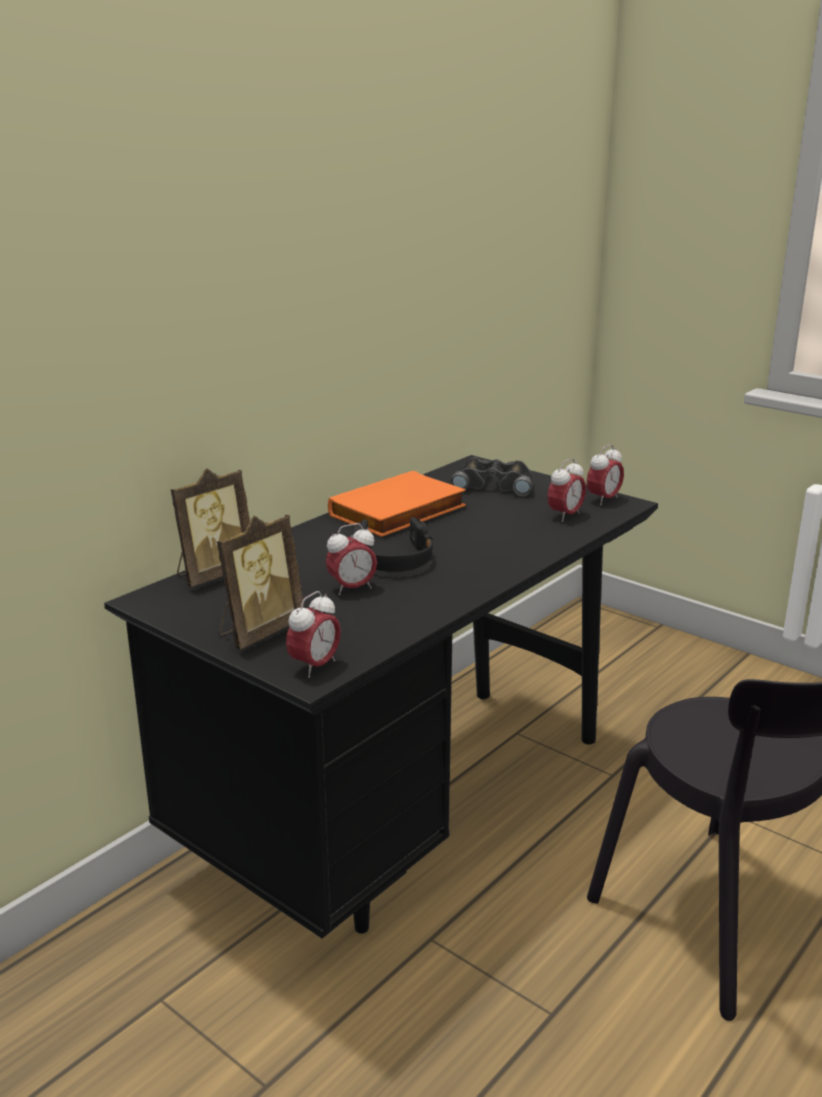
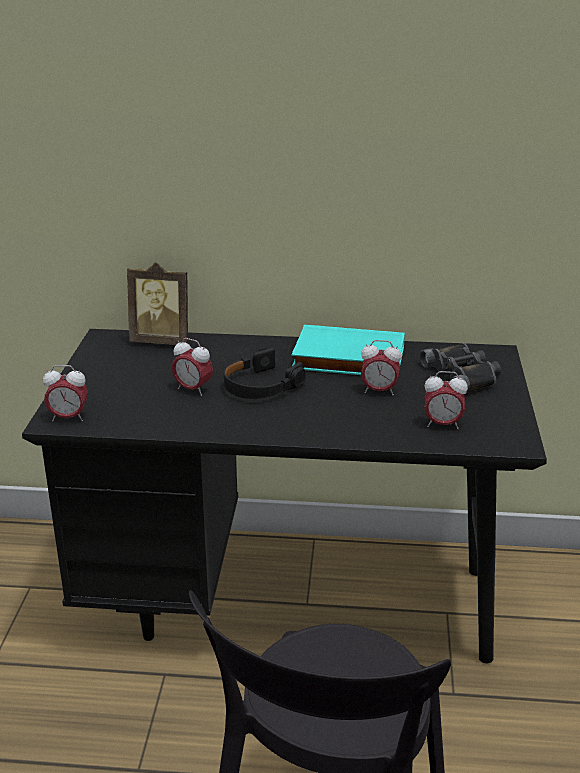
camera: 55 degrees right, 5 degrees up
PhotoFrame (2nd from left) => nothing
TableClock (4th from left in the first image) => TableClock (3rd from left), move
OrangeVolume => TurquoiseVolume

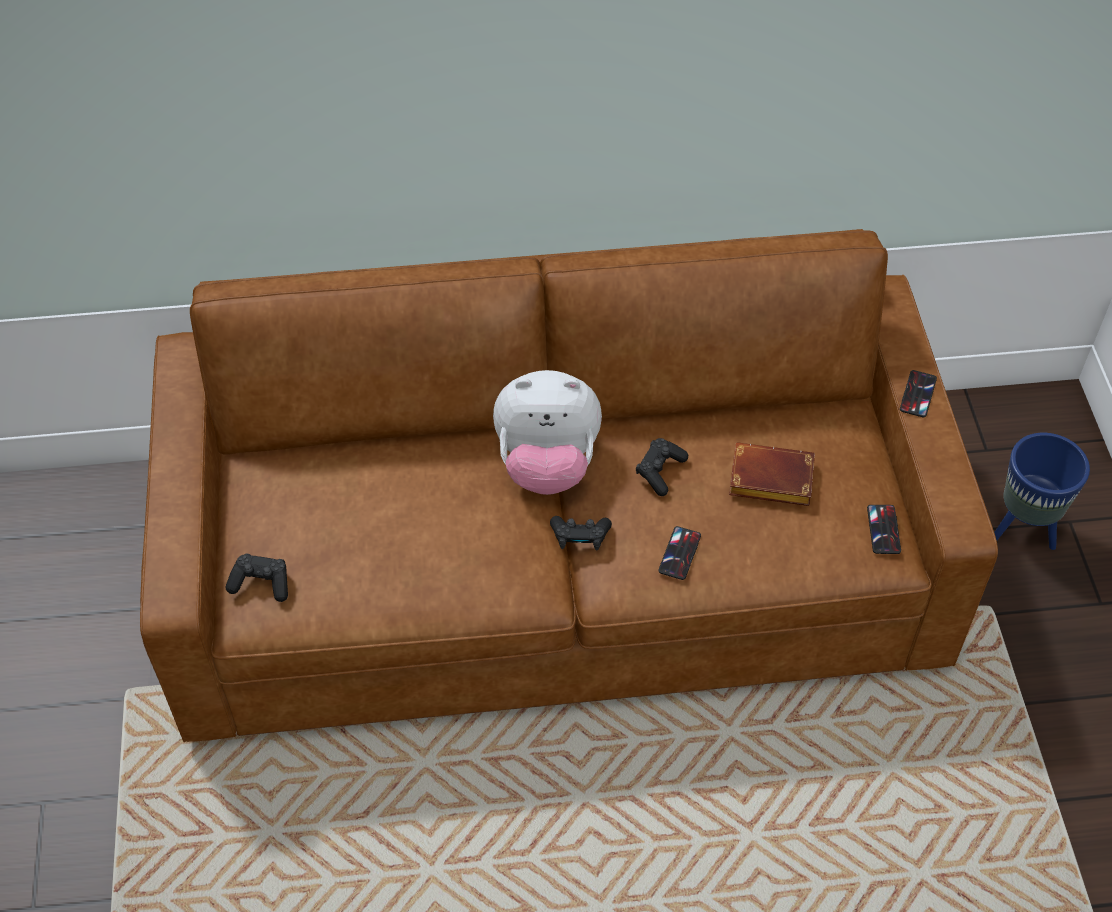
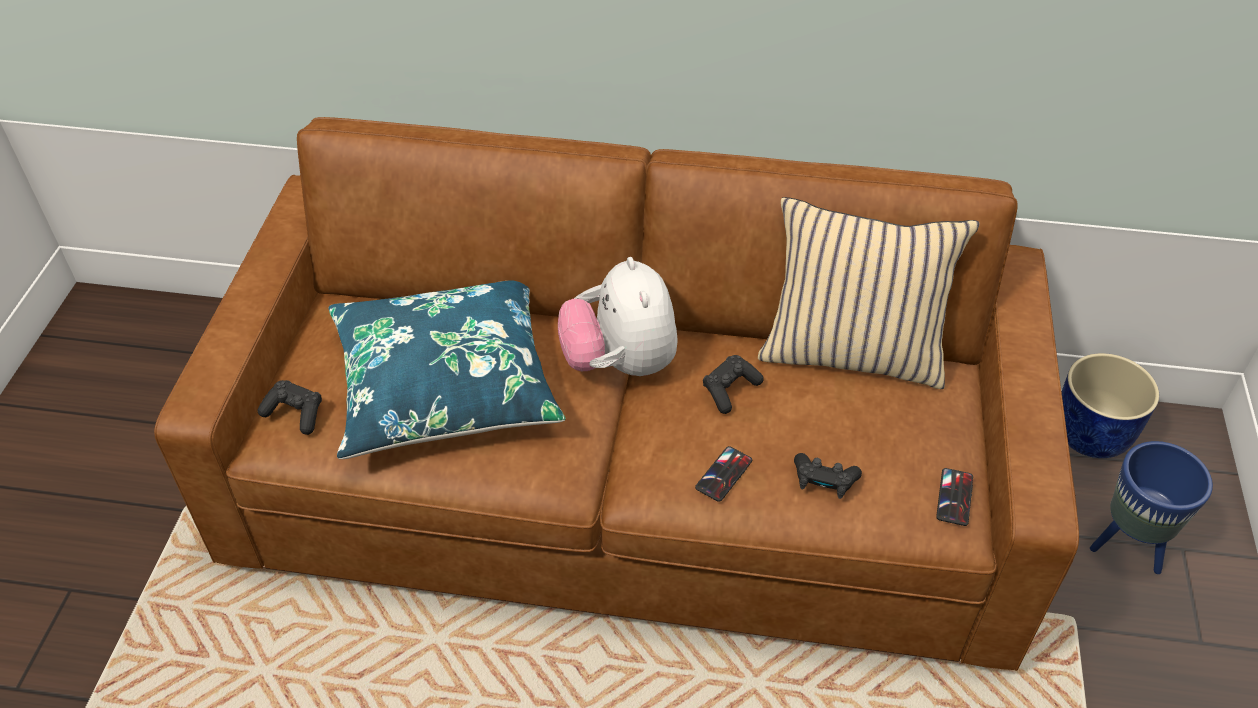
camera: 15 degrees right, 5 degrees down
BrownishVolume => nothing
Phone (3rd from left) => nothing
nothing => BlueCushion
nothing => BeigeColouredCushion
nothing => BluePlanter (1st from left)
BlackGameController (2nd from left in the first image) => BlackGameController (3rd from left), move
CuddlyToy, 60 degrees clockwise

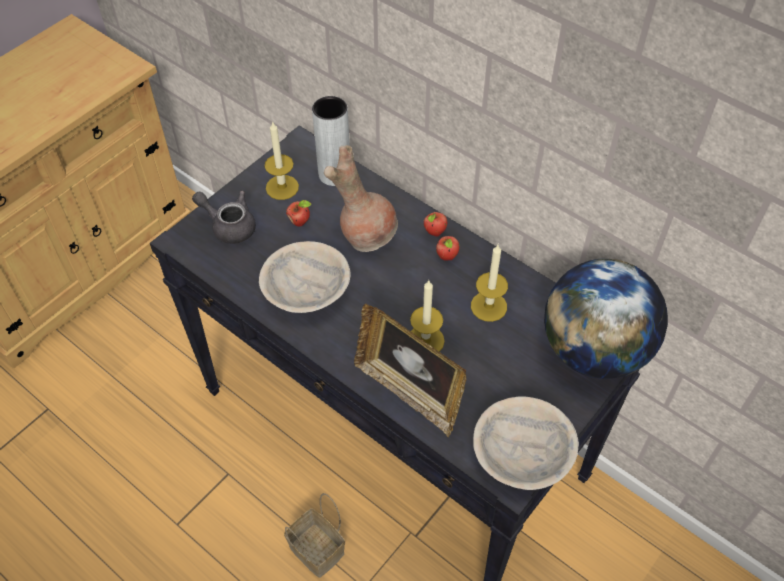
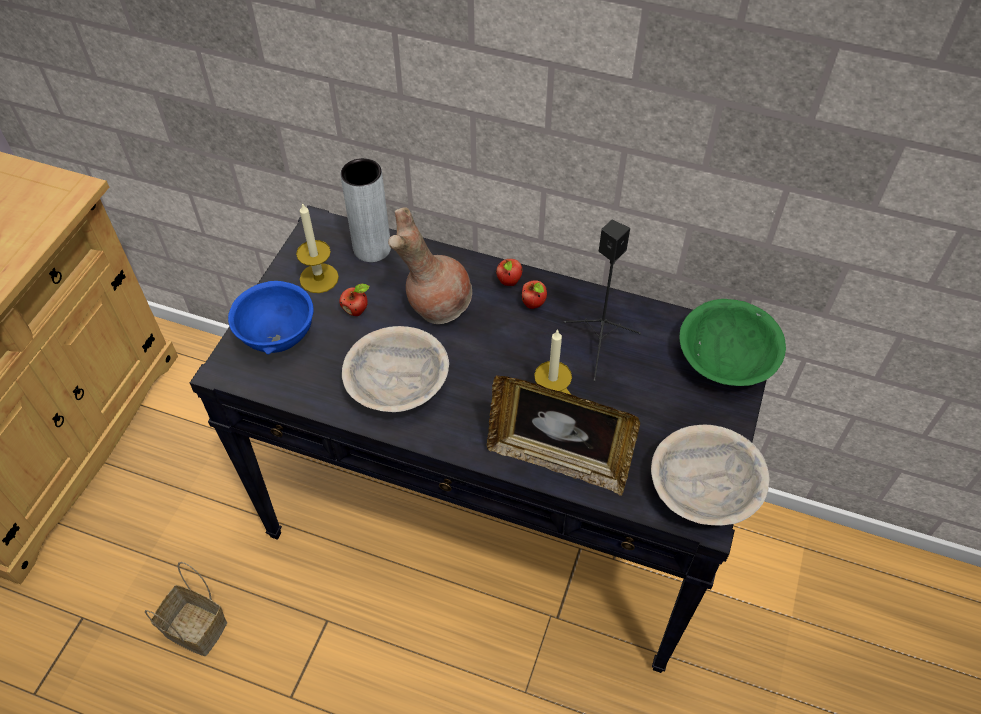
camera: 20 degrees left, 0 degrees up
Basket, move
GreyTeaPot => BlueBowl
WaxCandle (3rd from left) => BlackLoudspeaker
Globe => GreenishBowl

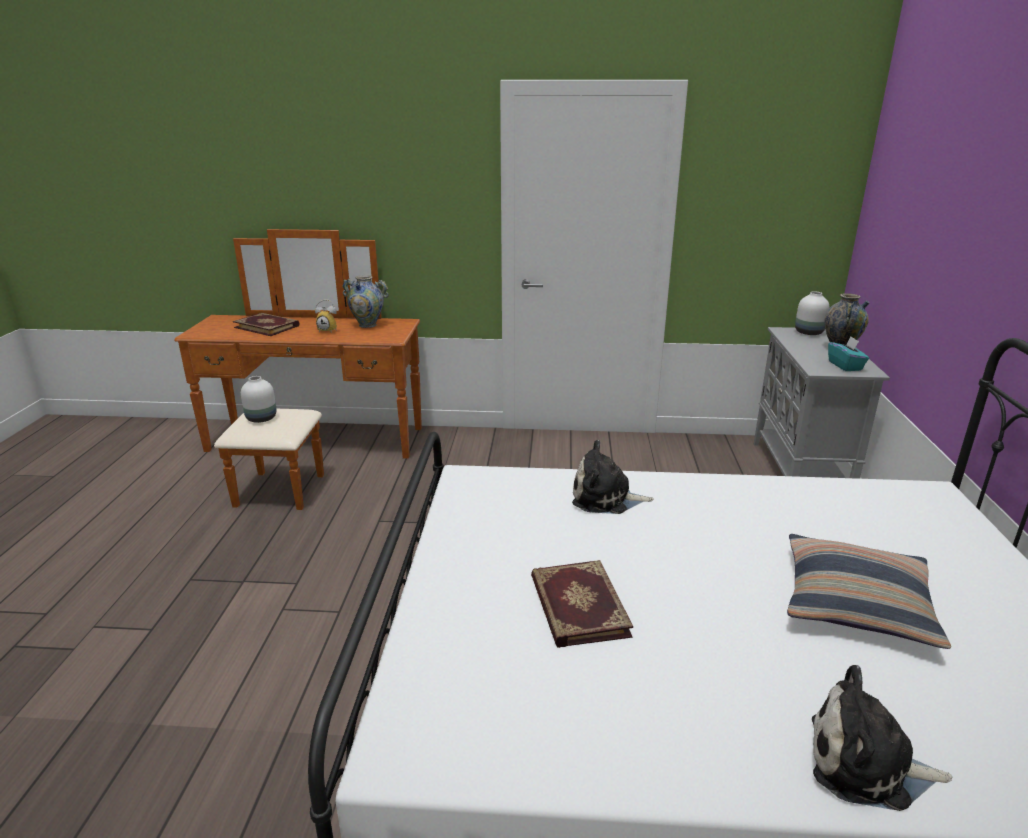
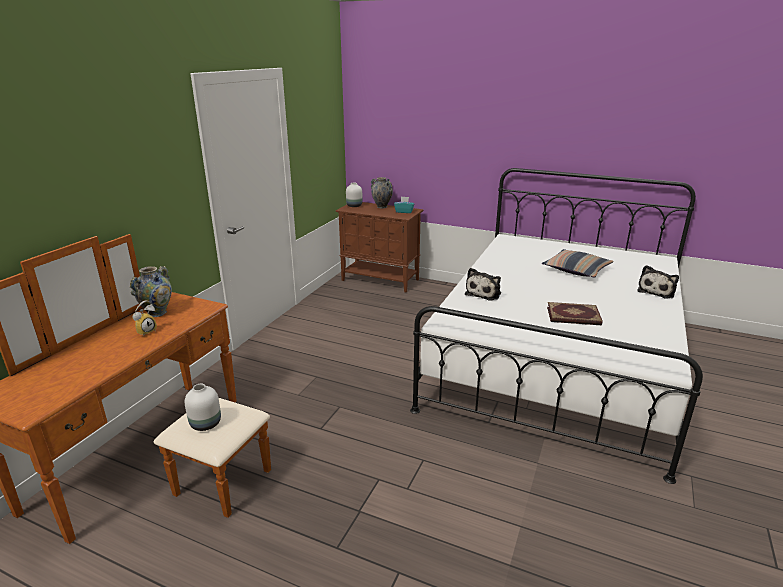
camera: 70 degrees left, 0 degrees up
Volume (1st from left) => nothing
GreyCupboard => BrownishCupboard

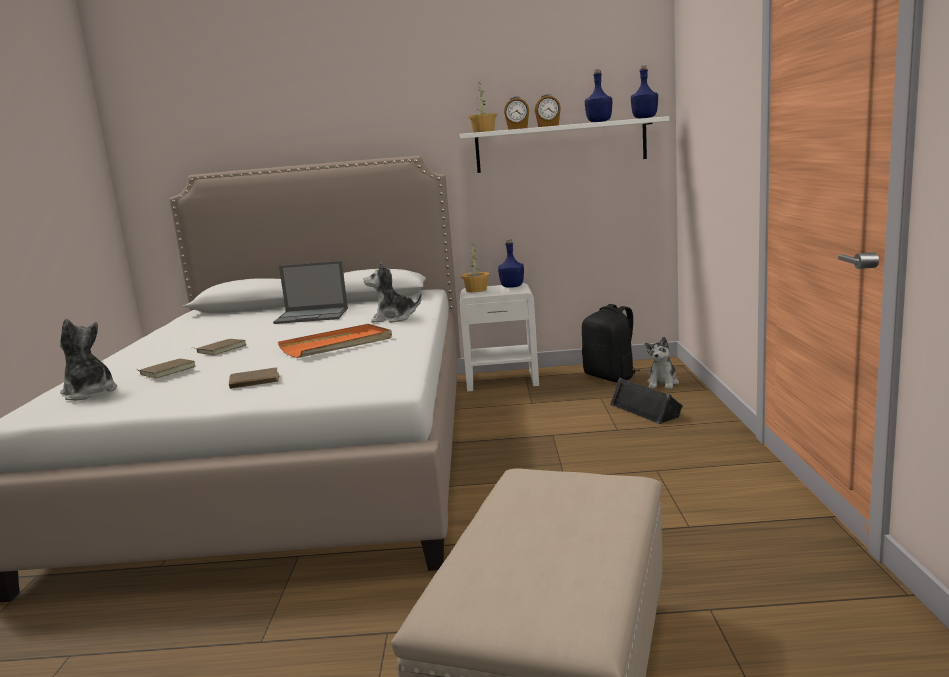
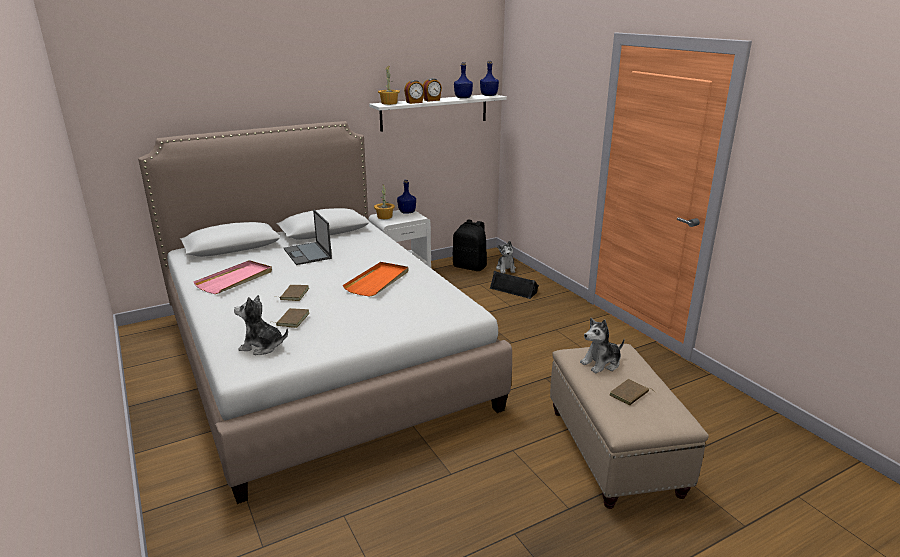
camera: 30 degrees left, 10 degrees up
nothing => PinkColouredCarryingTray
BrownishVolume (3rd from left), move
CuddlyToy (2nd from left in the first image) => CuddlyToy (3rd from left), move
PortableComputer, 90 degrees clockwise

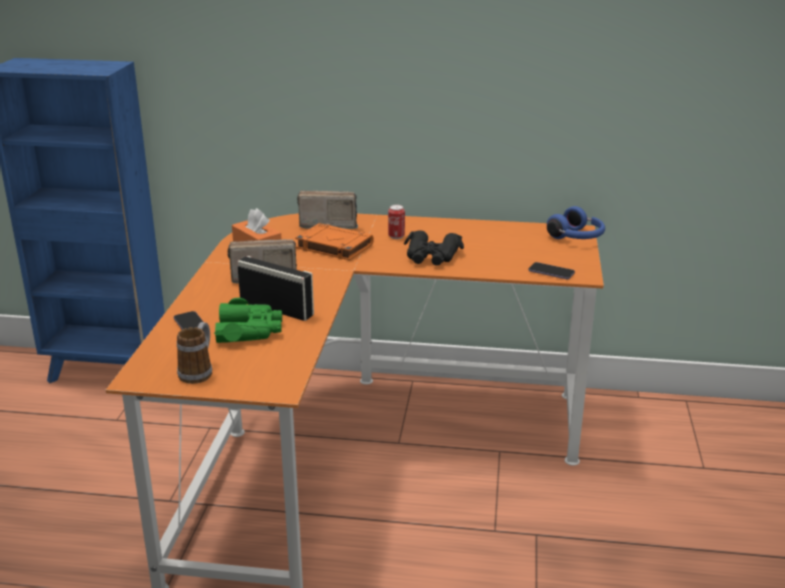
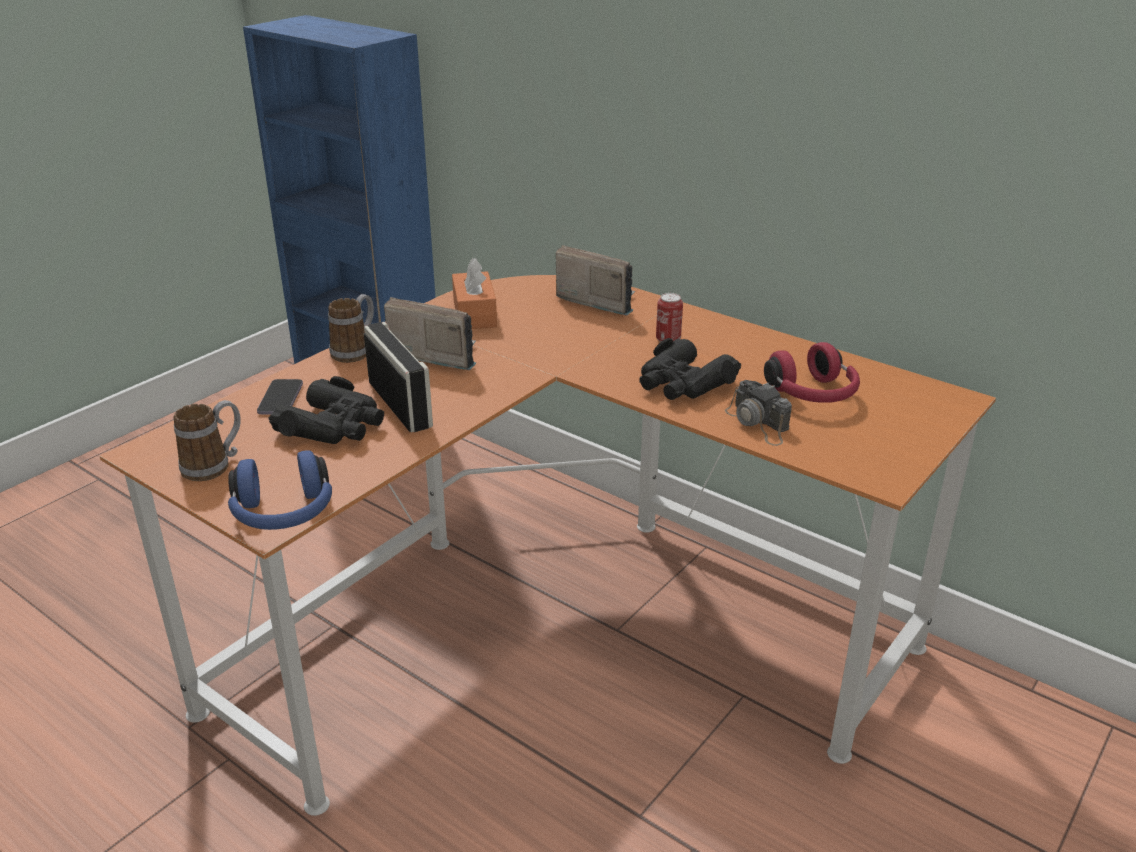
camera: 30 degrees right, 5 degrees up
OrangeVolume => nothing
Phone (2nd from left) => nothing
nothing => Mug (2nd from left)
nothing => StillCamera
nothing => RedHeadset
BlueHeadset, move
GreenishPairOfBinoculars => BlackPairOfBinoculars (1st from left)

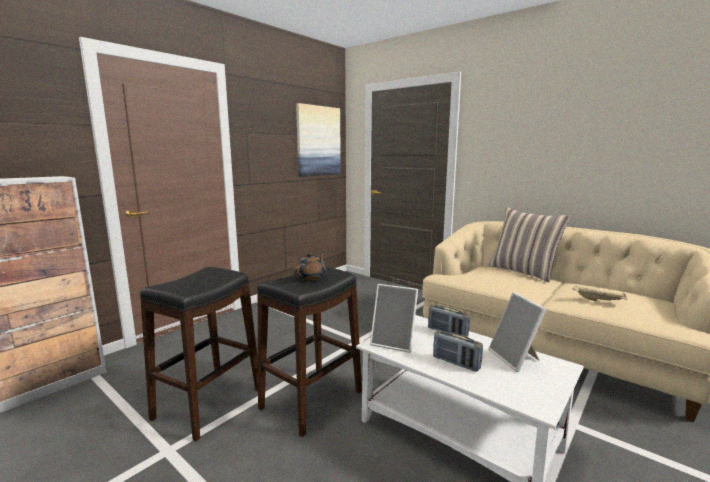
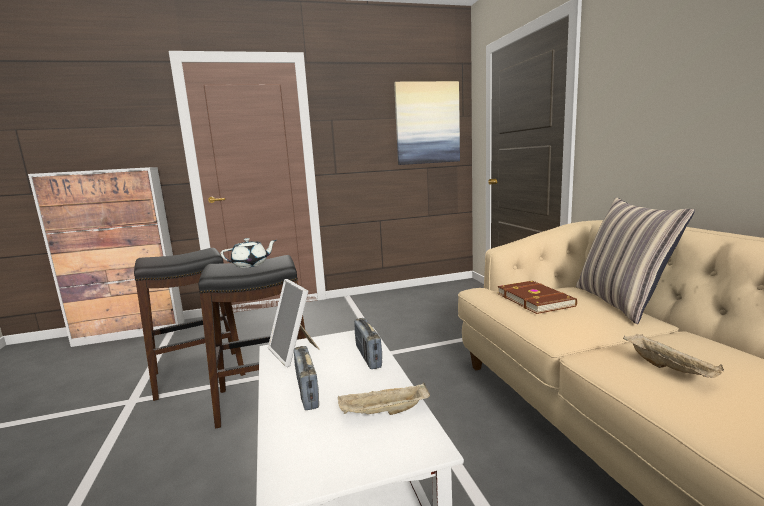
camera: 35 degrees right, 0 degrees up
nothing => BrownishVolume
PhotoFrame (2nd from left) => BeigeColouredCarryingTray (1st from left)
BrownishTeaPot => WhitishTeaPot

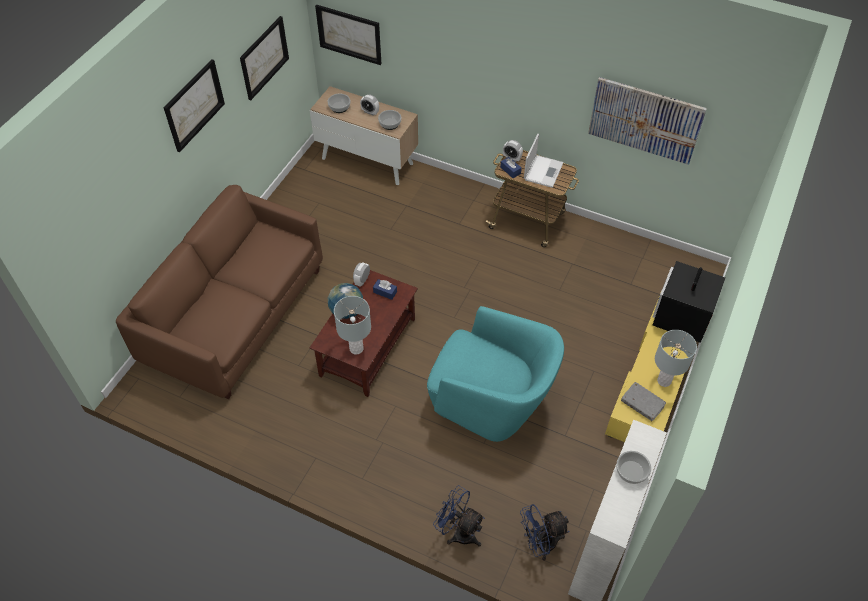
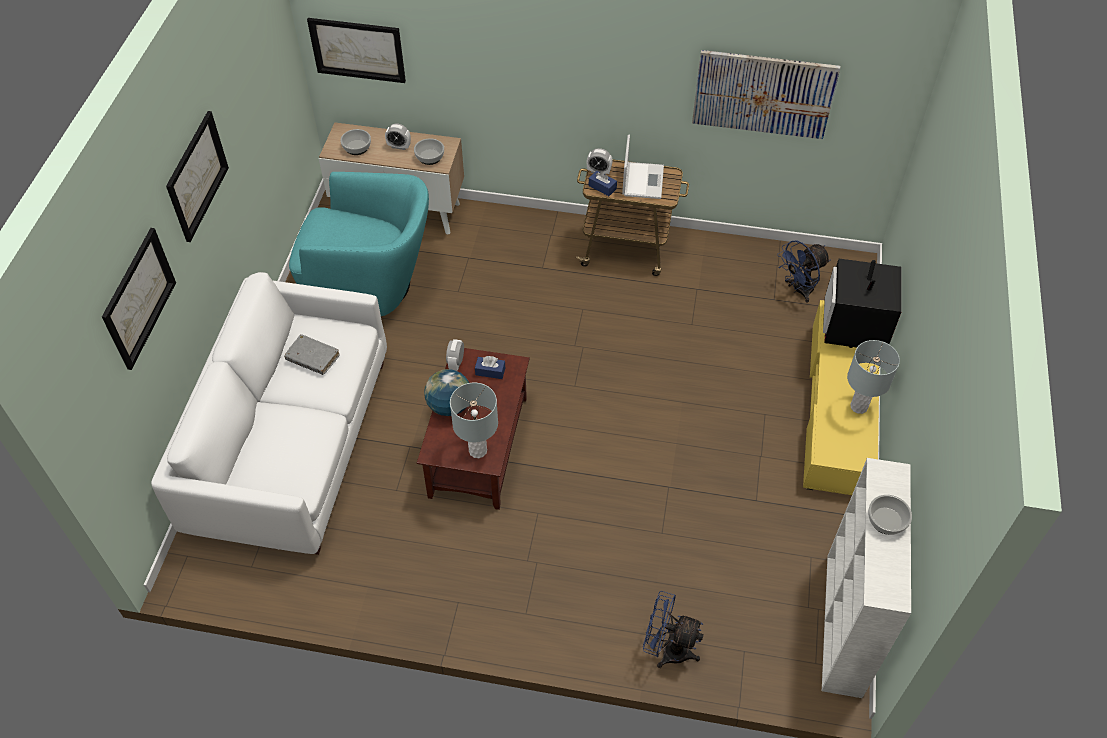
camera: 15 degrees left, 0 degrees up
WallPicture (2nd from left in the first image) => WallPicture (1st from left), move
TurquoiseArmchair, move
BlueElectricFan (2nd from left), move
GreyVolume, move
BrownishSettee => WhitishSettee

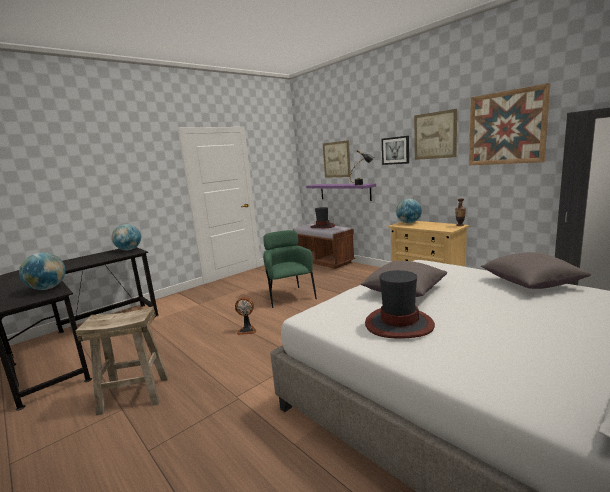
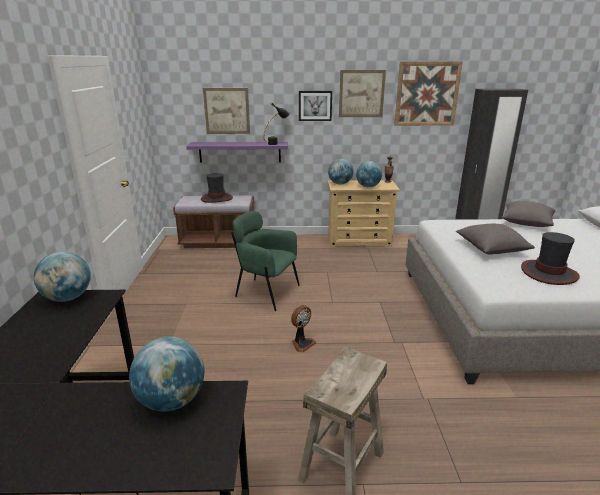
camera: 50 degrees left, 10 degrees up
nothing => Globe (4th from left)

